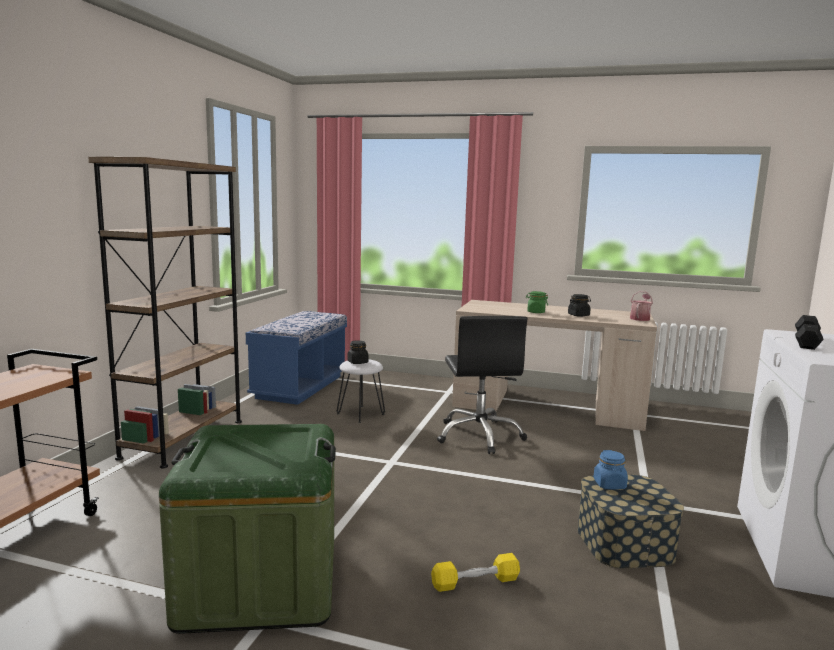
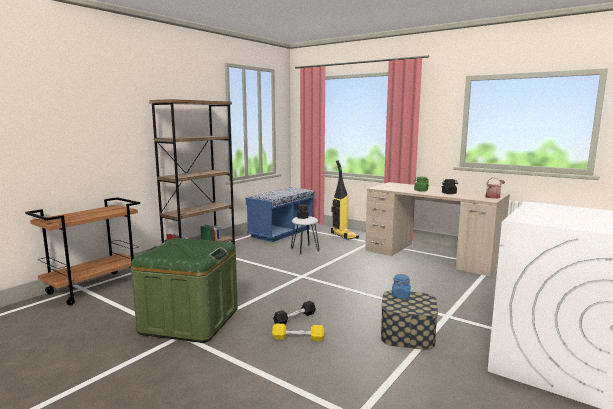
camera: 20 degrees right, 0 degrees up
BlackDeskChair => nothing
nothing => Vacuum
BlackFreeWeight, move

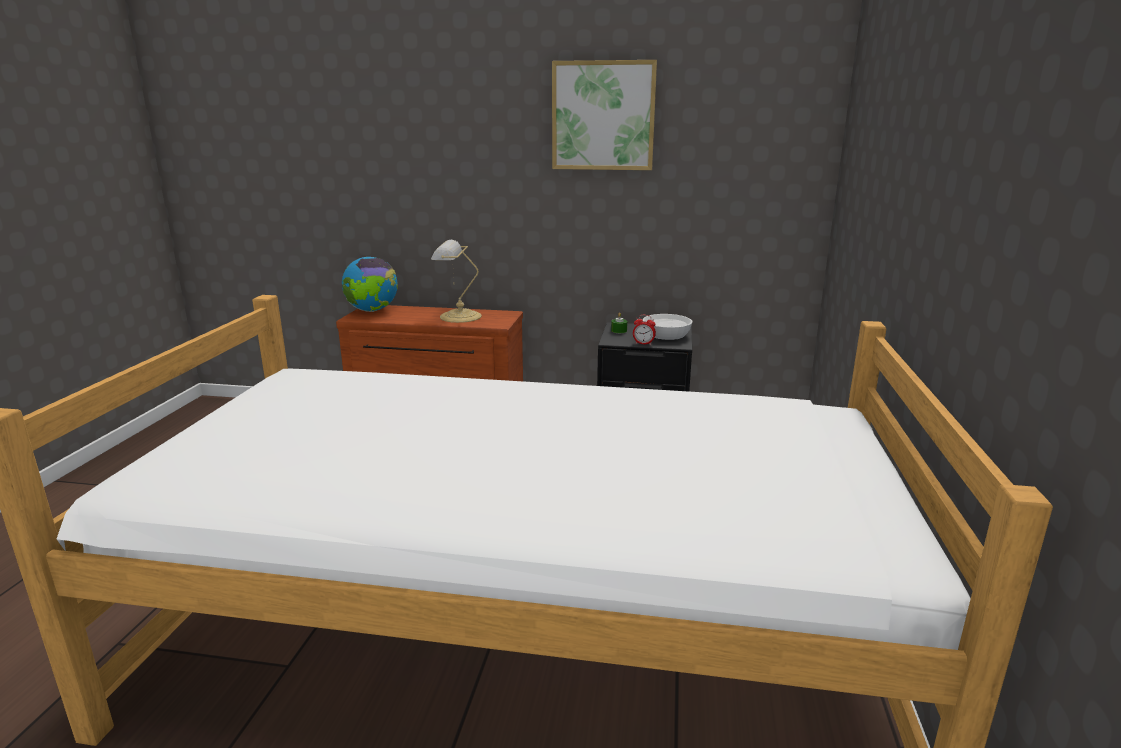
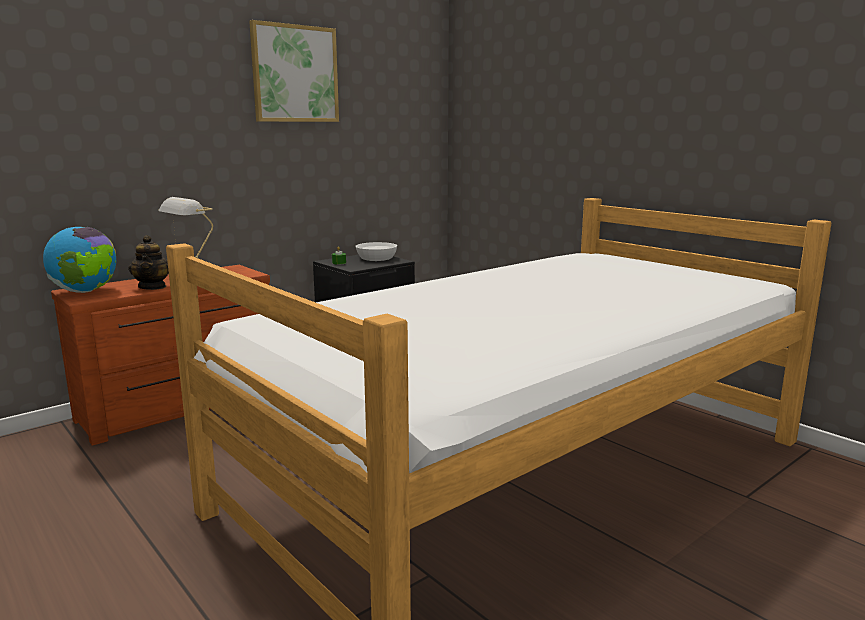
camera: 50 degrees left, 5 degrees down
TableClock => nothing
nothing => TeaPot

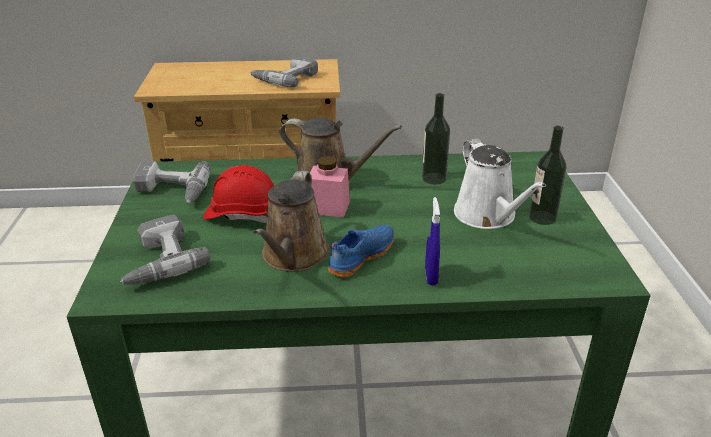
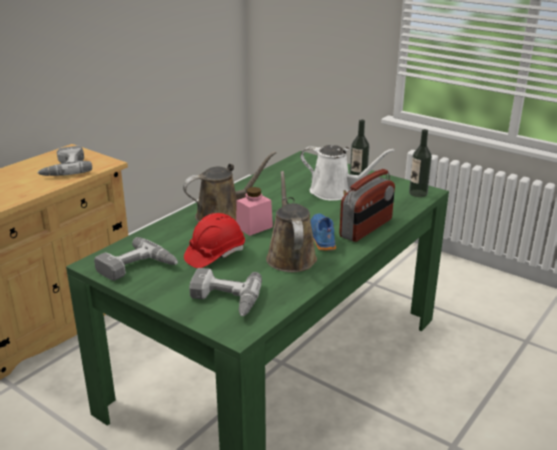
camera: 50 degrees left, 5 degrees down
BeverageBottle (1st from left in the first image) => BeverageBottle (2nd from left), move
BlueHandSprayer => Radio
BrownishWateringPot (1st from left in the first image) => BrownishWateringPot (2nd from left), 150 degrees counterclockwise

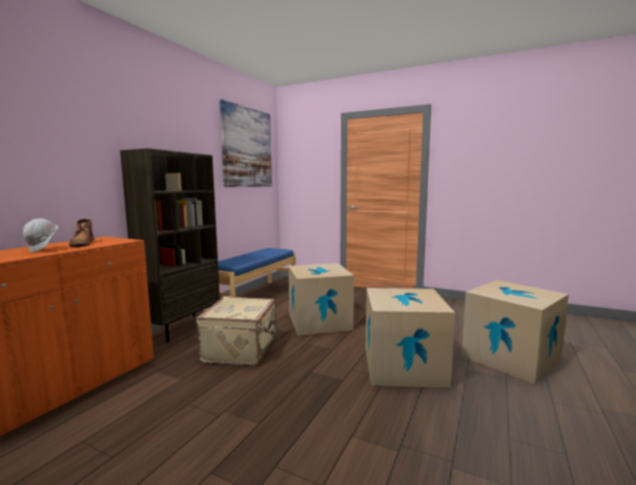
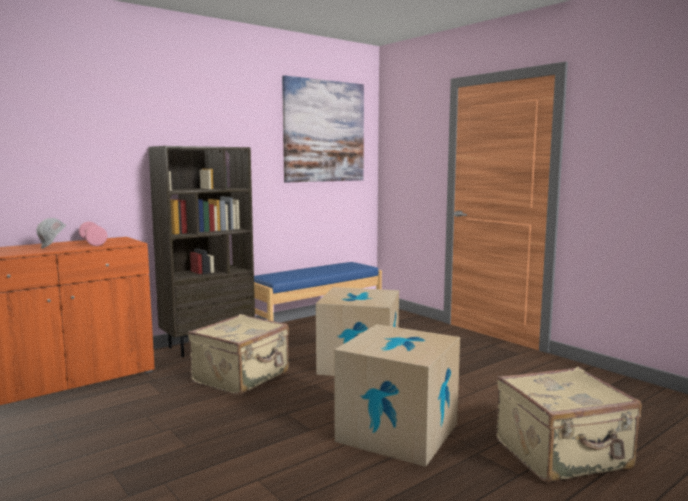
camera: 25 degrees right, 0 degrees up
BrownishTallBoot => PinkColouredFreeWeight
Carton (3rd from left) => BeigeColouredSuitcase (2nd from left)

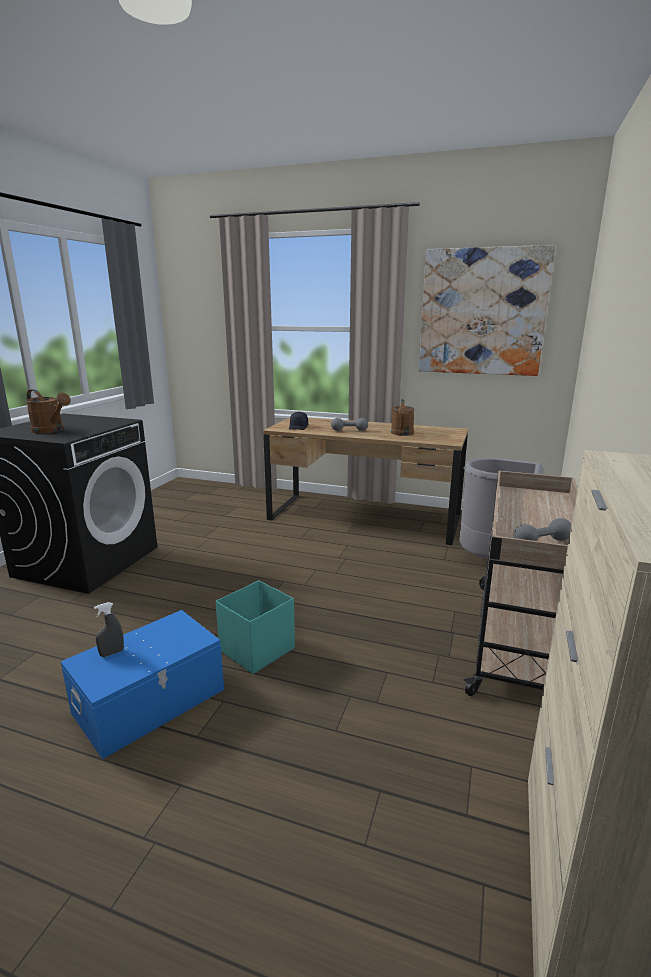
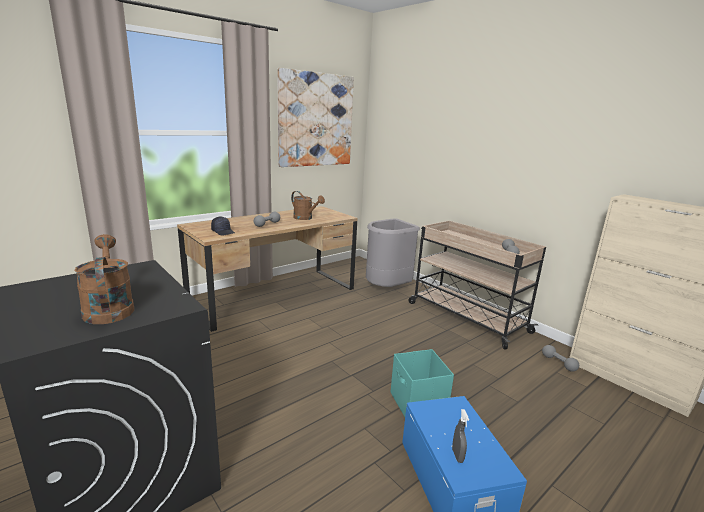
camera: 60 degrees left, 0 degrees up
nothing => GreyFreeWeight (3rd from left)
BrownishWateringPot (1st from left), 90 degrees counterclockwise

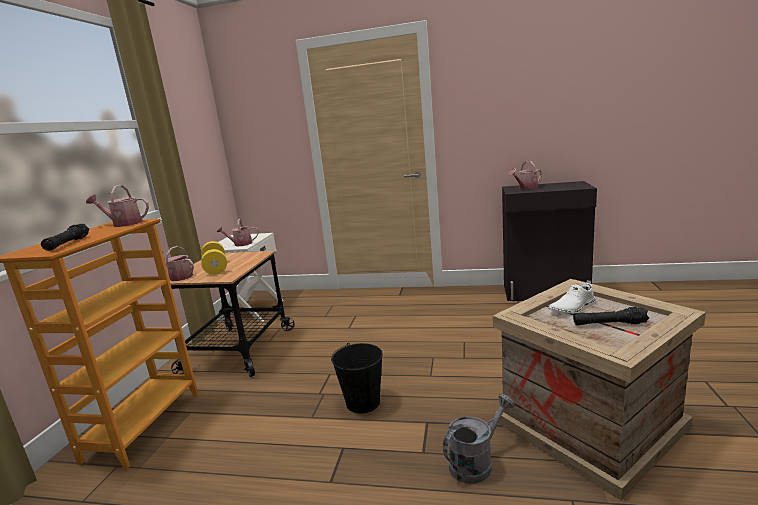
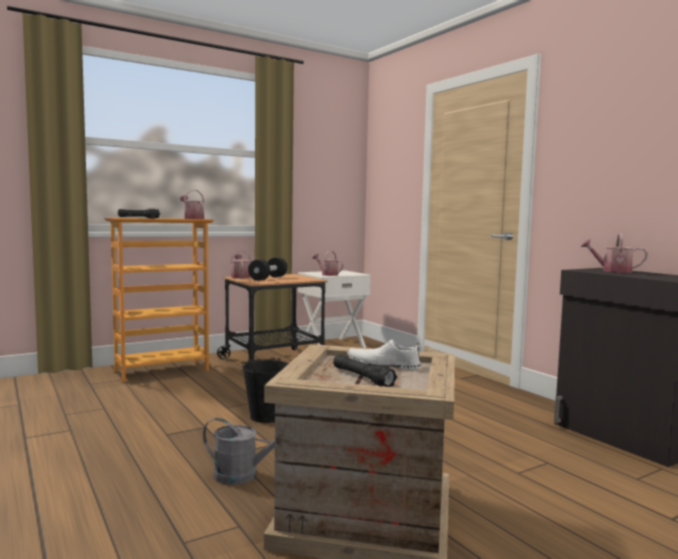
camera: 45 degrees right, 10 degrees down
YellowColouredFreeWeight => BlackFreeWeight

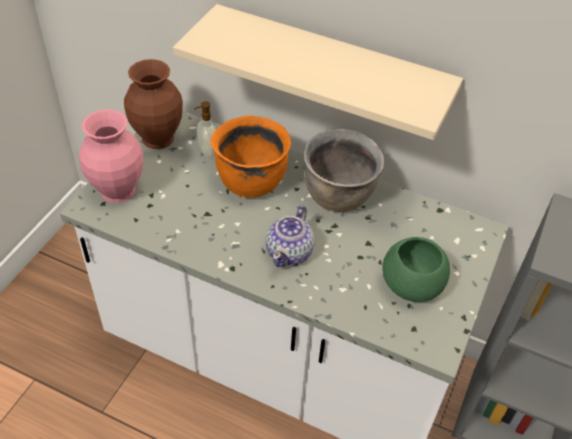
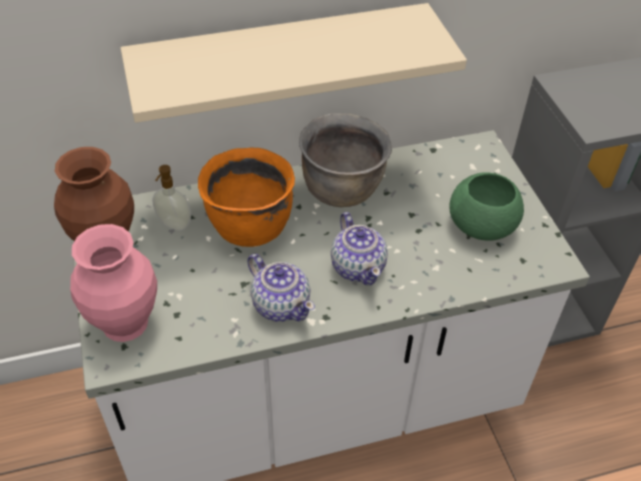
camera: 40 degrees left, 0 degrees up
nothing => TeaPot (1st from left)

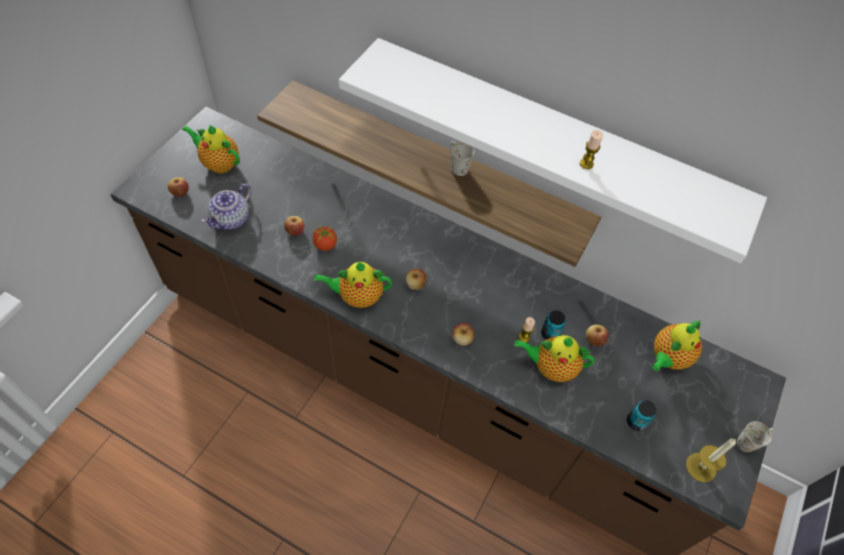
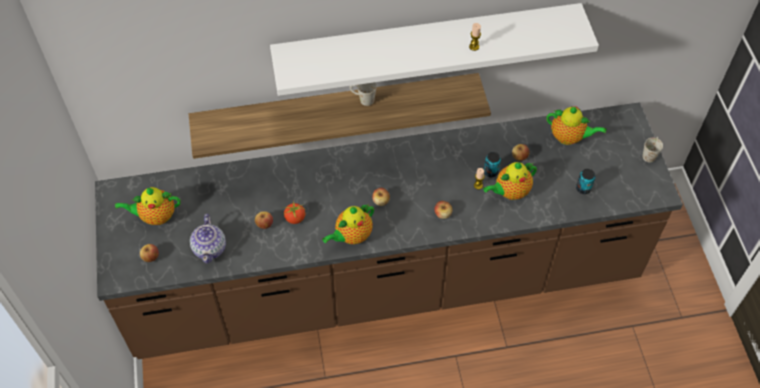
camera: 35 degrees left, 0 degrees up
WaxCandle (3rd from left) => nothing
TeaPot (5th from left), 75 degrees counterclockwise

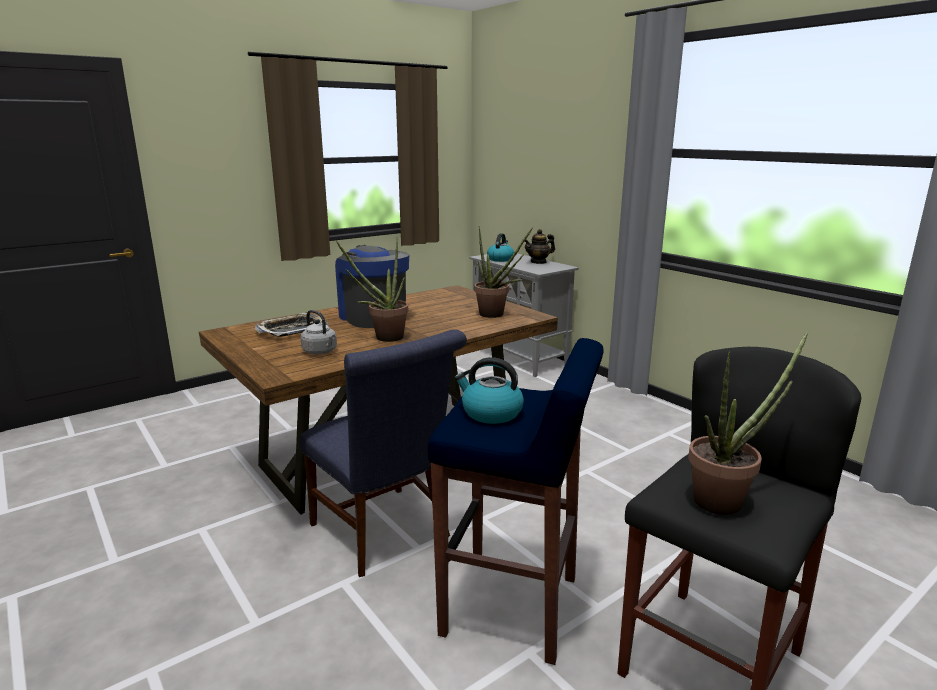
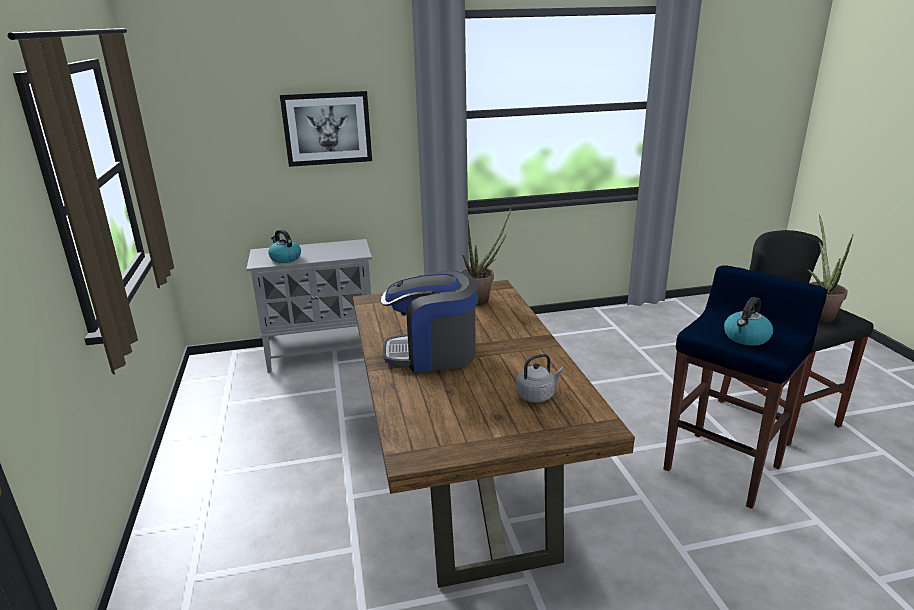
camera: 65 degrees left, 5 degrees up
CarryingTray => nothing
BluePlainChair => nothing
Houseplant (1st from left) => nothing
TeaPot => nothing
nothing => WallPicture

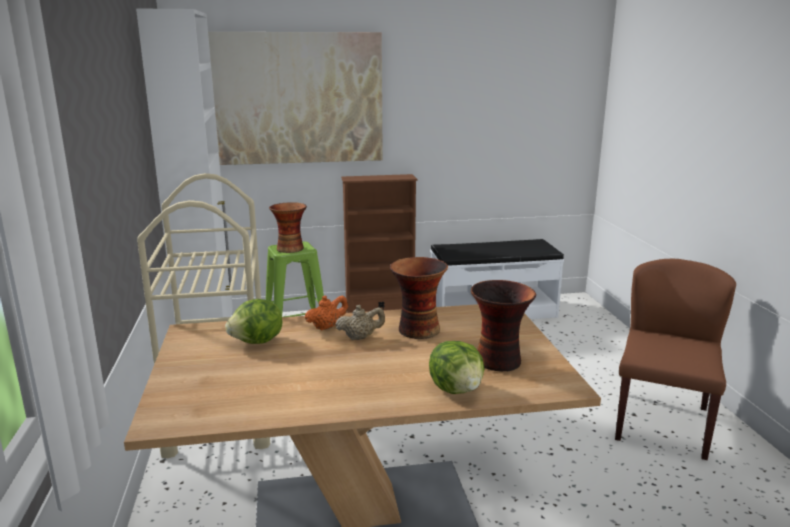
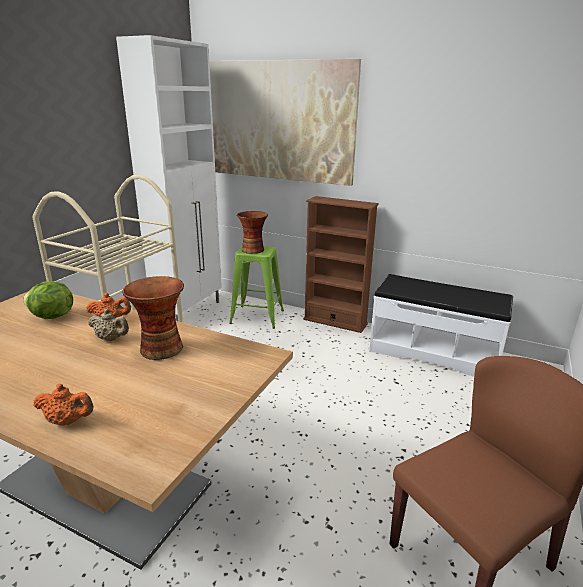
camera: 35 degrees right, 5 degrees up
FlowerVase (3rd from left) => nothing
LettuceHead (2nd from left) => OrangeTeaPot (1st from left)

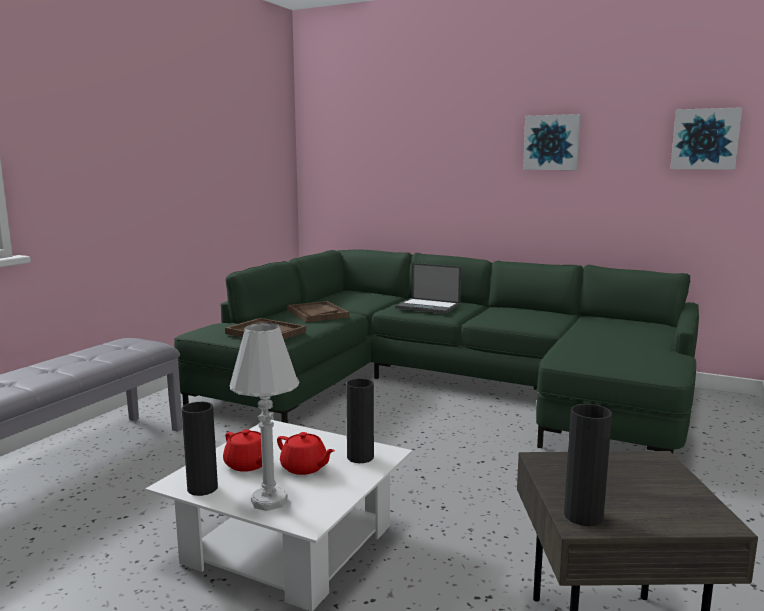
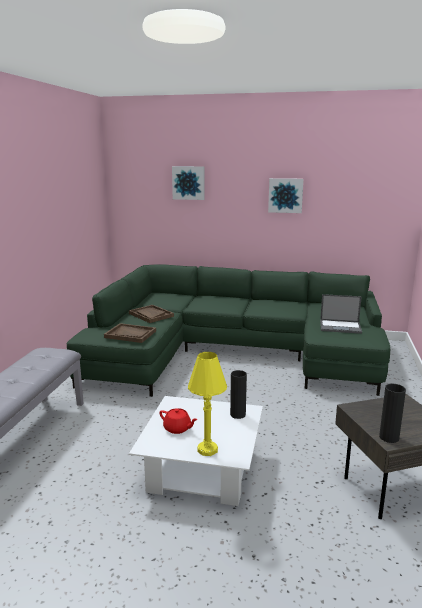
camera: 15 degrees left, 5 degrees up
BlackFlowerVase (1st from left) => nothing
RedTeaPot (2nd from left) => nothing
PortableComputer, move
WallPicture (2nd from left in the first image) => WallPicture (1st from left), move
WhitishLampForATable => YellowColouredLampForATable

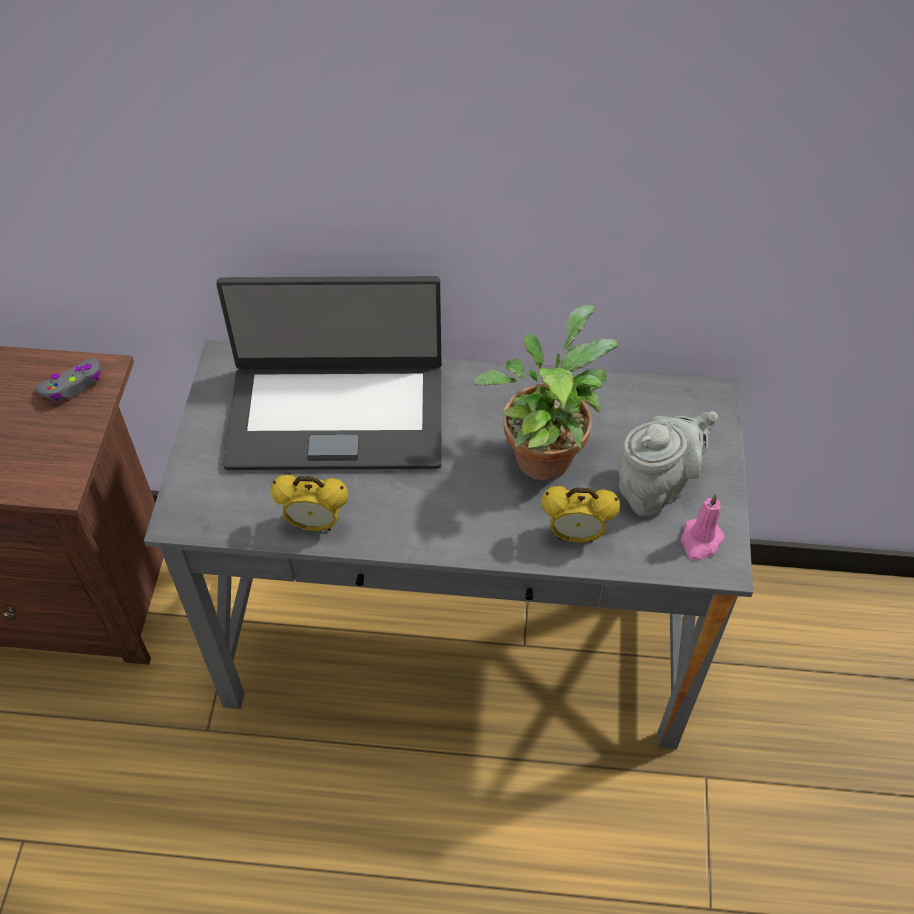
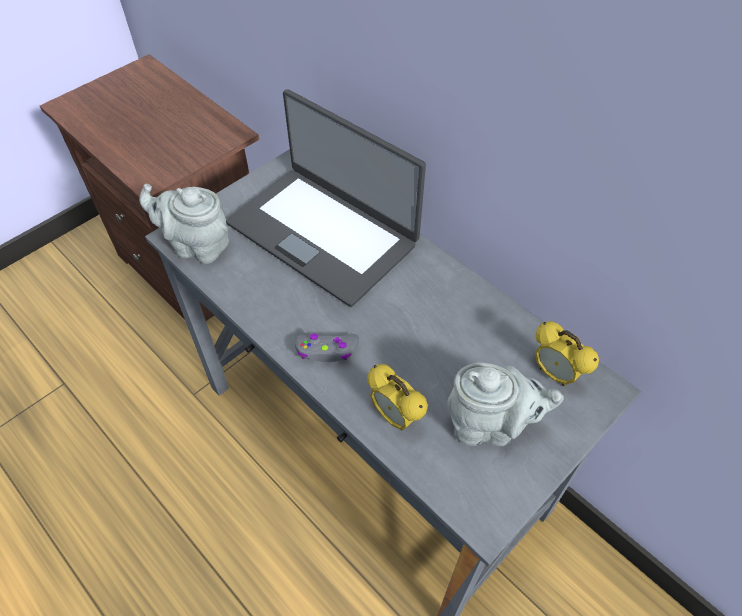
camera: 40 degrees right, 0 degrees up
Houseplant => nothing
PinkColouredWaxCandle => nothing
nothing => GreyTeaPot (1st from left)
GreyGameController, move
TableClock (1st from left in the first image) => TableClock (2nd from left), move

